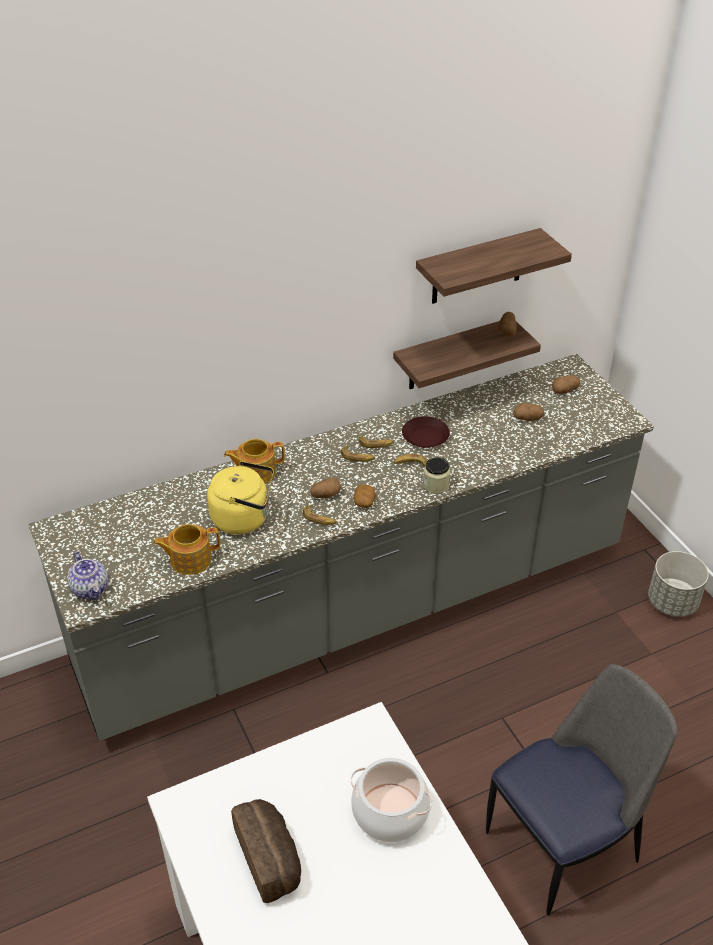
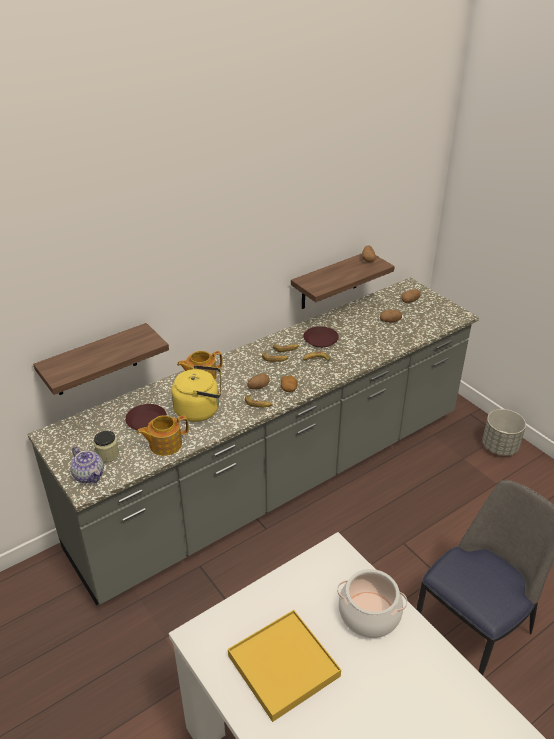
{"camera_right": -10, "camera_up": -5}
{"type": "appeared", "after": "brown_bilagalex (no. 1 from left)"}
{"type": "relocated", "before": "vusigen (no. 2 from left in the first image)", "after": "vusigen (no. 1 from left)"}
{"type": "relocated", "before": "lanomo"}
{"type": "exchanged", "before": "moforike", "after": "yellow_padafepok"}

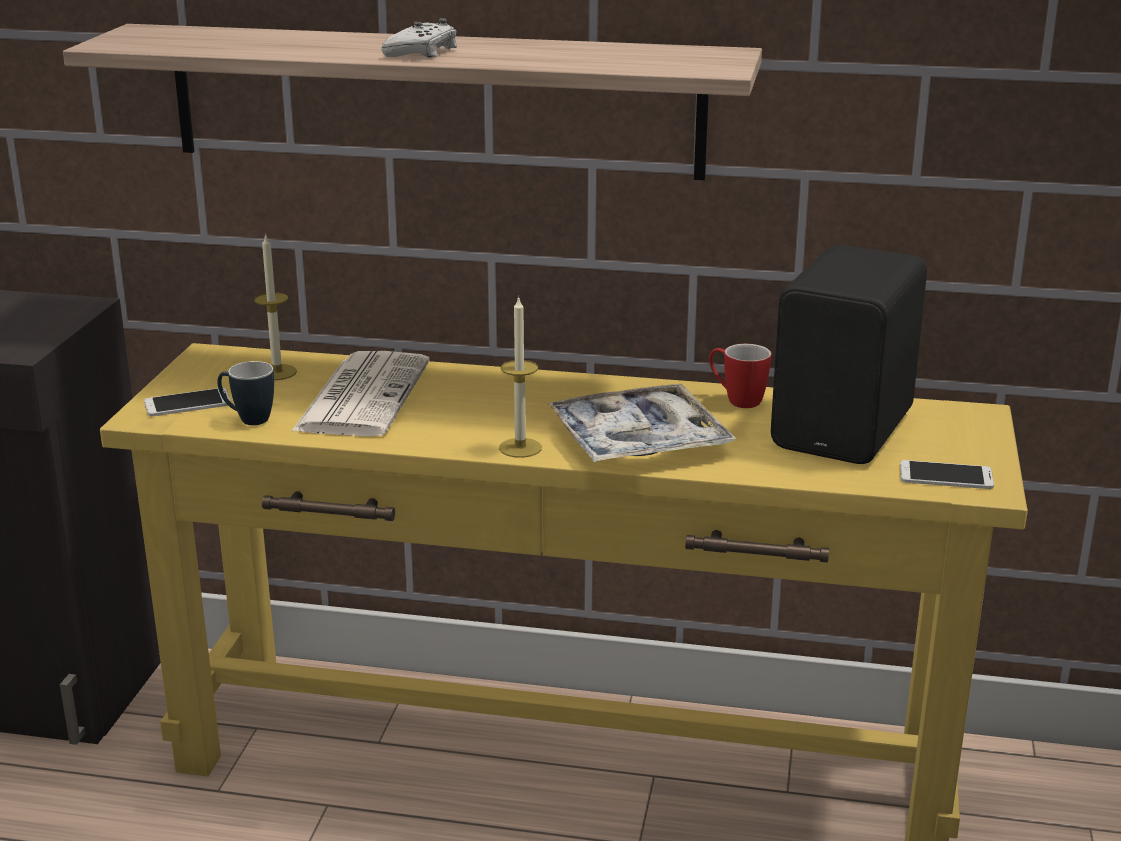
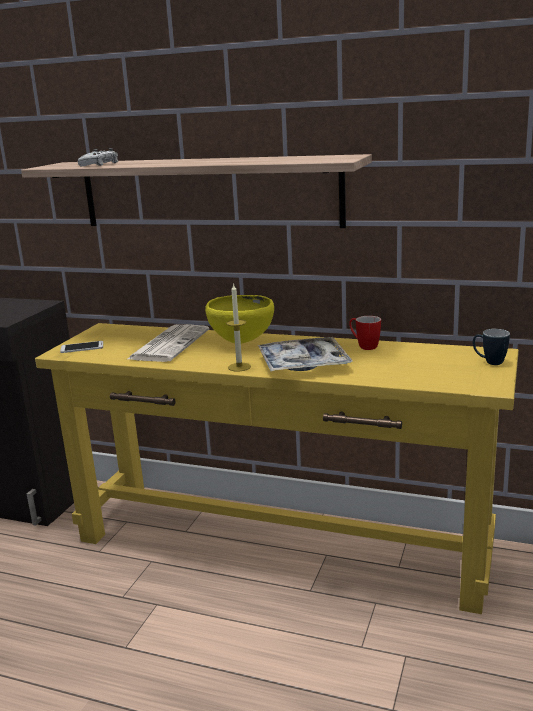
{"camera_right": 10, "camera_up": -5}
{"type": "missing", "before": "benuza (no. 1 from left)"}
{"type": "missing", "before": "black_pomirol"}
{"type": "missing", "before": "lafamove (no. 2 from left)"}
{"type": "appeared", "after": "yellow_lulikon"}
{"type": "relocated", "before": "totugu (no. 1 from left in the first image)", "after": "totugu (no. 2 from left)"}
{"type": "relocated", "before": "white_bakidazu"}

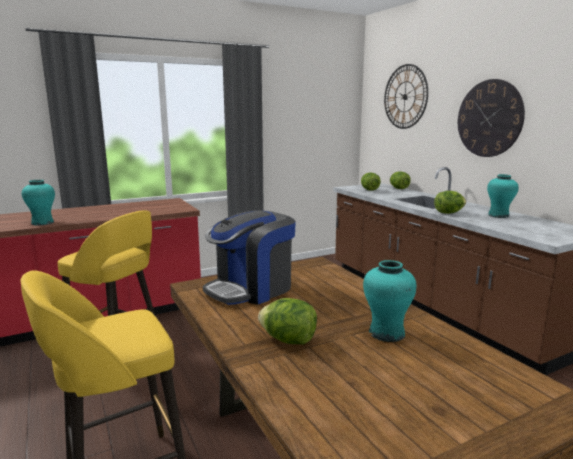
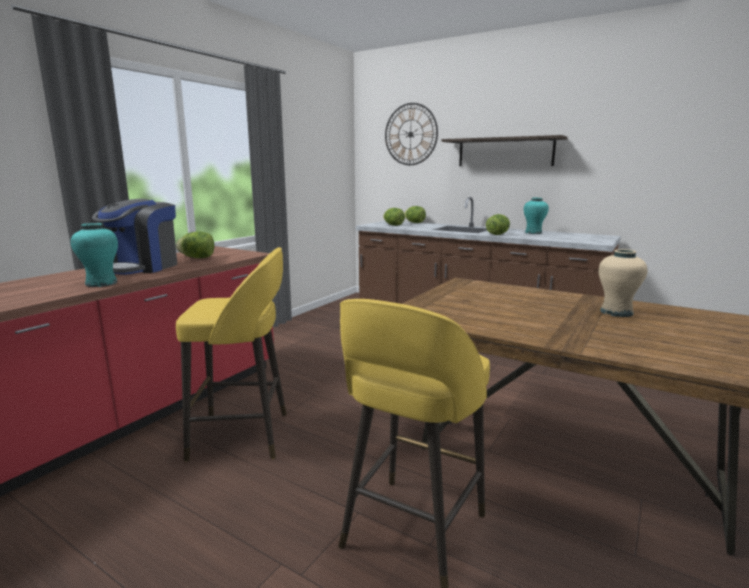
{"camera_right": -30, "camera_up": 0}
{"type": "relocated", "before": "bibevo"}
{"type": "relocated", "before": "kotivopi (no. 1 from left)"}
{"type": "exchanged", "before": "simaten (no. 2 from left)", "after": "vusigen"}
{"type": "colour", "before": "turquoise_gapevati (no. 2 from left)", "after": "beige_gapevati"}

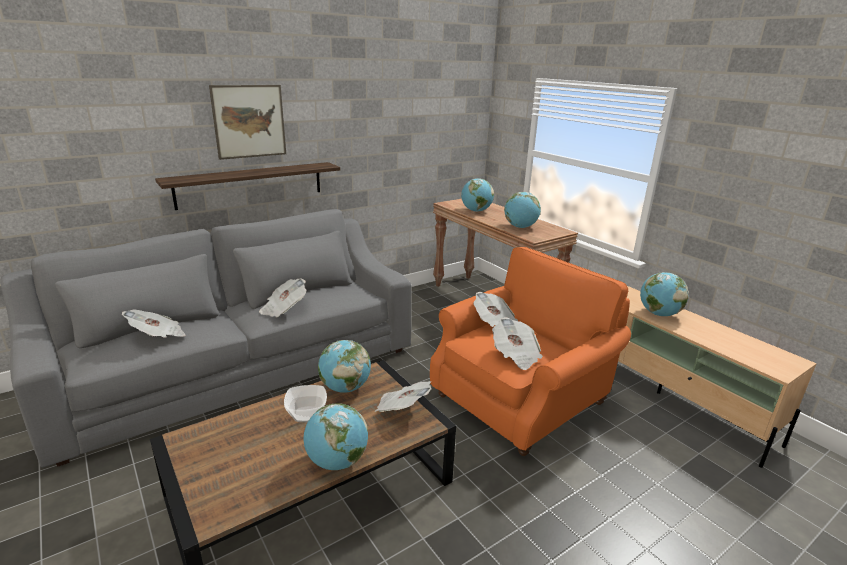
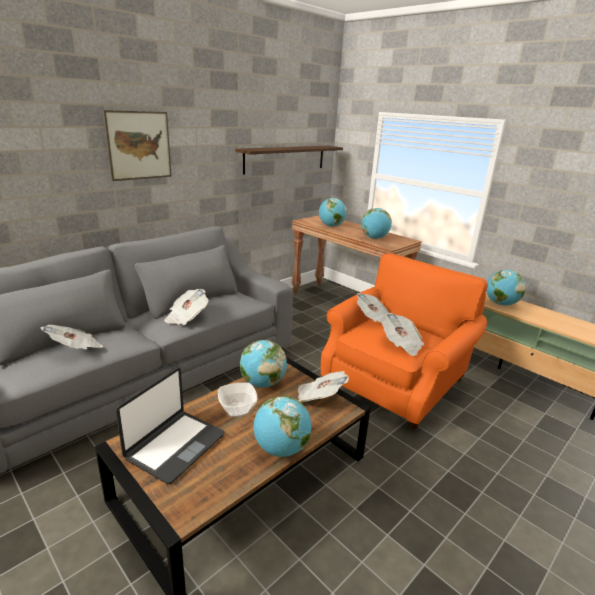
{"camera_right": -10, "camera_up": 0}
{"type": "appeared", "after": "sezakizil"}
{"type": "relocated", "before": "vusigen"}

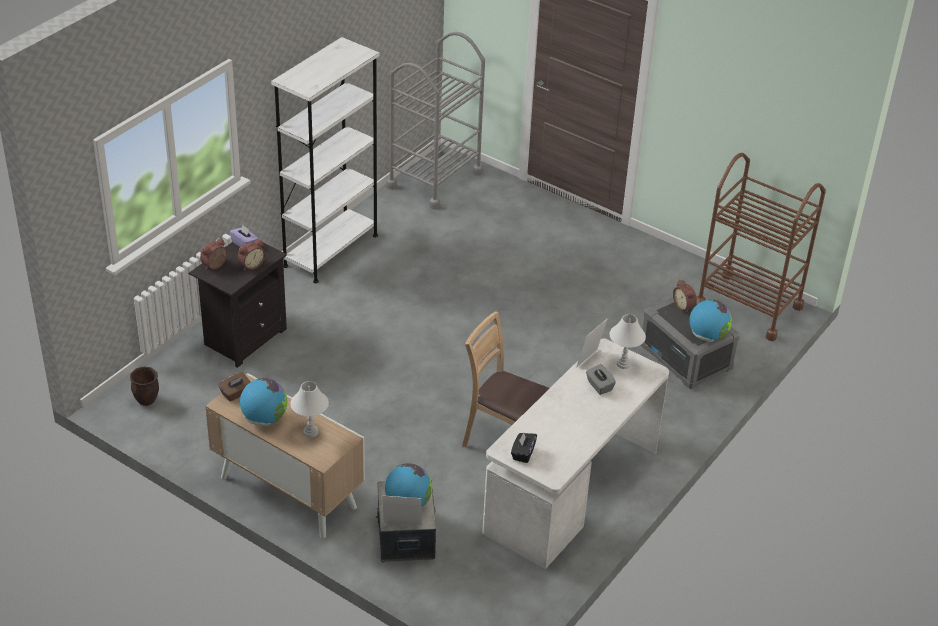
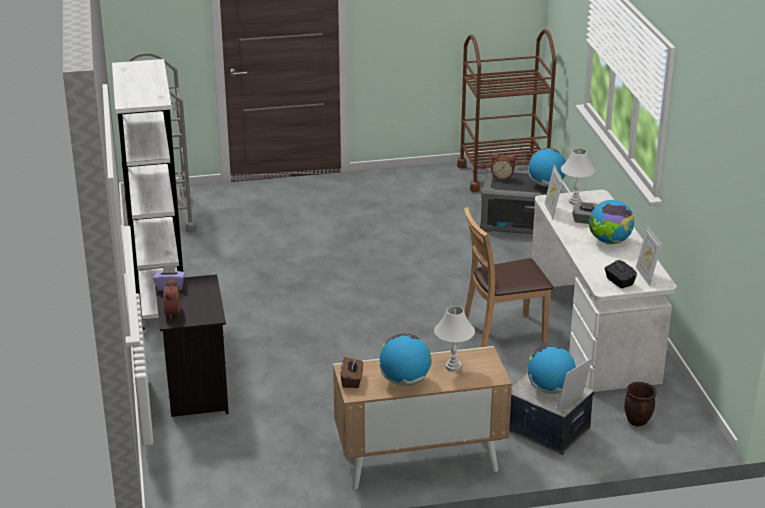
{"camera_right": -45, "camera_up": -10}
{"type": "missing", "before": "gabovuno (no. 2 from left)"}
{"type": "appeared", "after": "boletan (no. 4 from left)"}
{"type": "appeared", "after": "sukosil (no. 3 from left)"}
{"type": "relocated", "before": "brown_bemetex"}

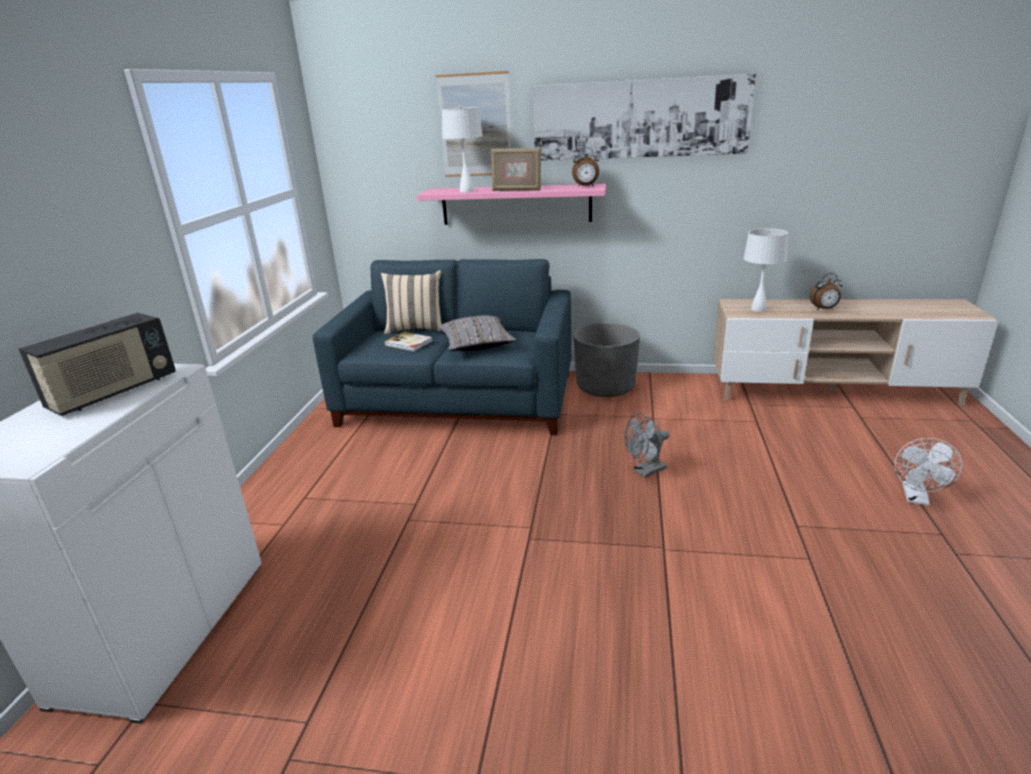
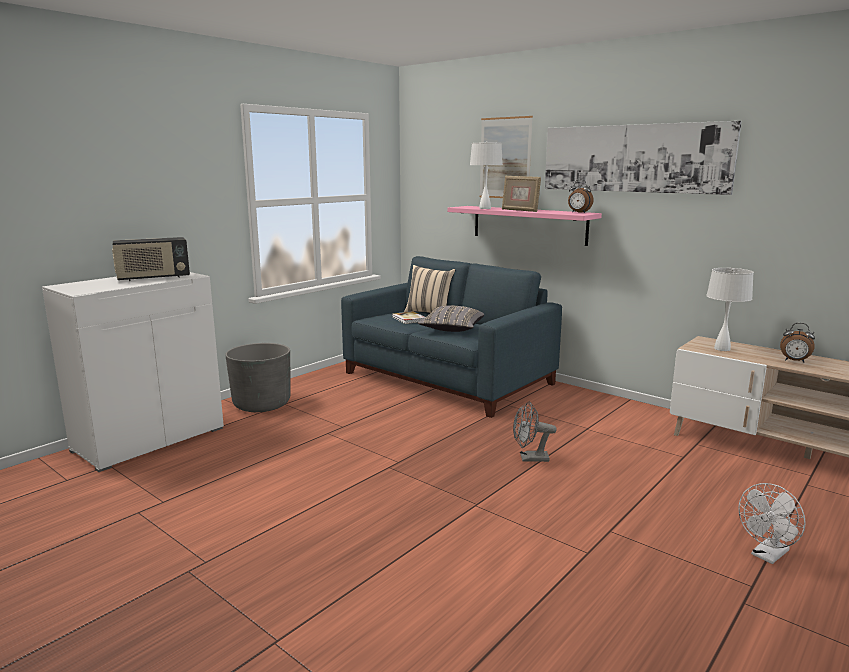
{"camera_right": 30, "camera_up": -10}
{"type": "relocated", "before": "grey_bemetex"}

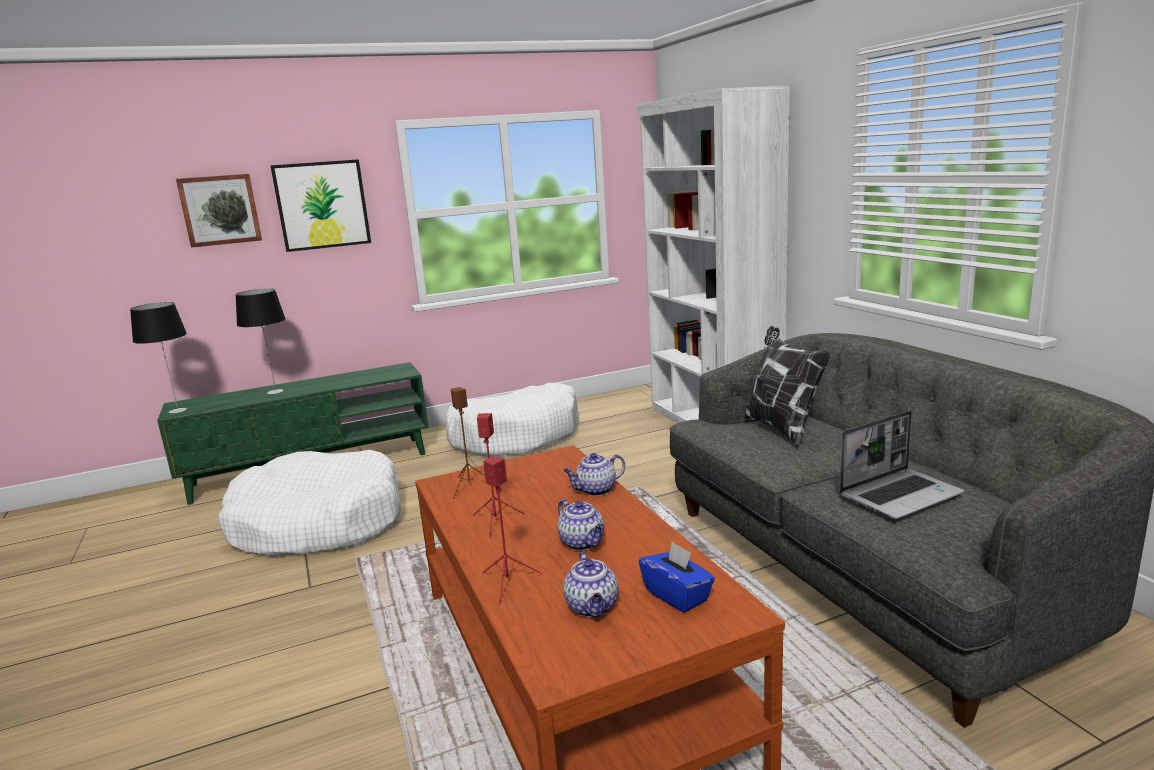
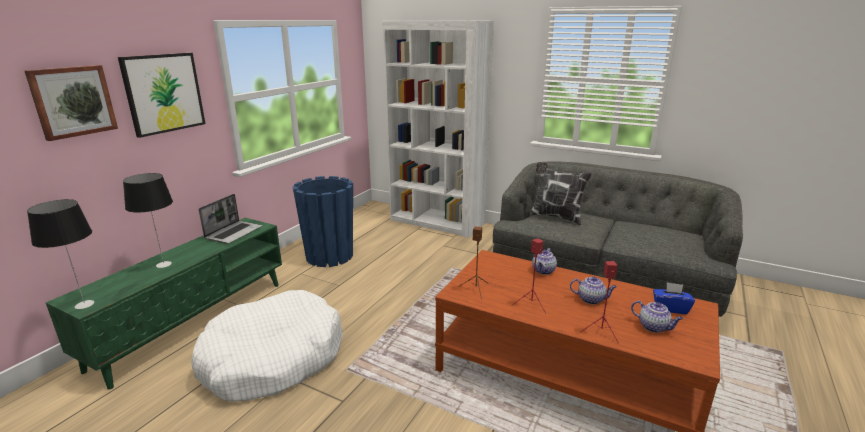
{"camera_right": -40, "camera_up": 5}
{"type": "relocated", "before": "sezakizil"}
{"type": "exchanged", "before": "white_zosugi (no. 2 from left)", "after": "blue_bemetex"}

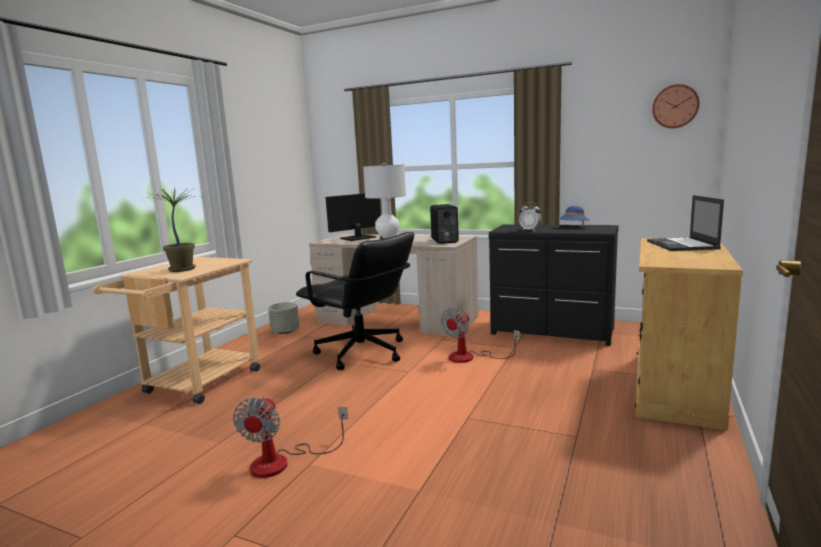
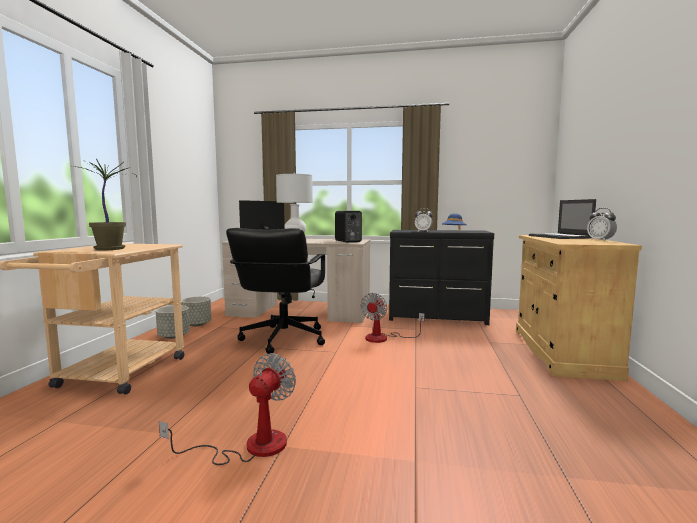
{"camera_right": -15, "camera_up": -5}
{"type": "missing", "before": "simaten"}
{"type": "appeared", "after": "grey_bemetex (no. 1 from left)"}
{"type": "appeared", "after": "gabovuno (no. 2 from left)"}
{"type": "spun", "before": "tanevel (no. 1 from left)", "turn": -150}
{"type": "spun", "before": "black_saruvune", "turn": 75}

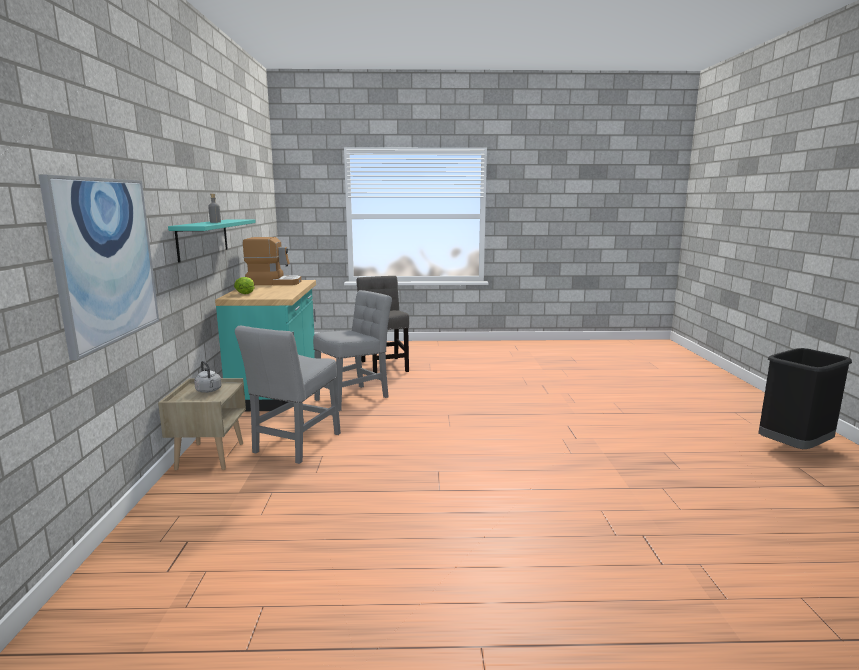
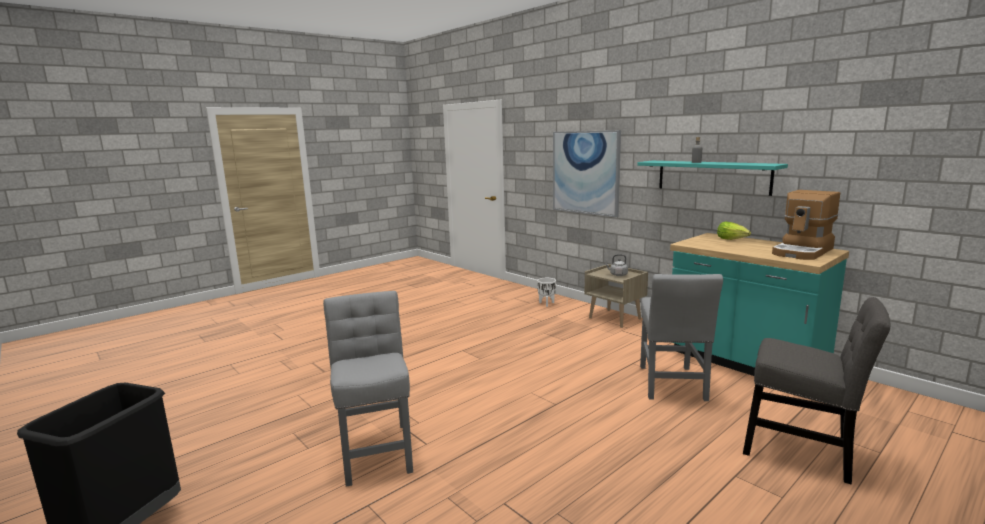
{"camera_right": 140, "camera_up": 0}
{"type": "appeared", "after": "white_bemetex"}
{"type": "relocated", "before": "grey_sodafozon (no. 1 from left)"}

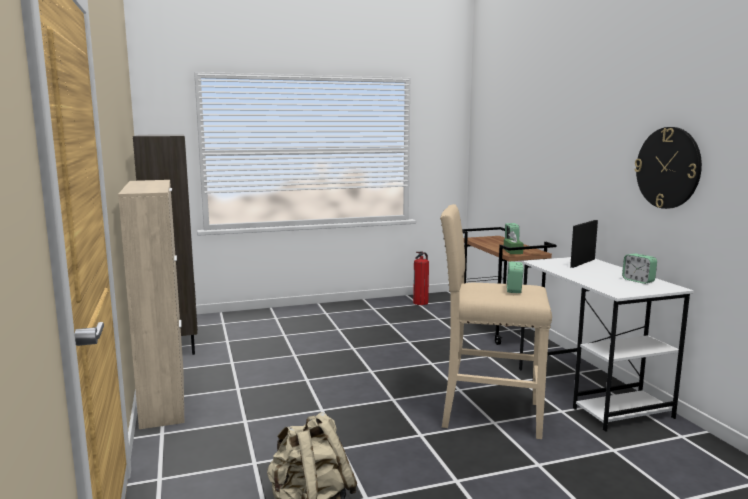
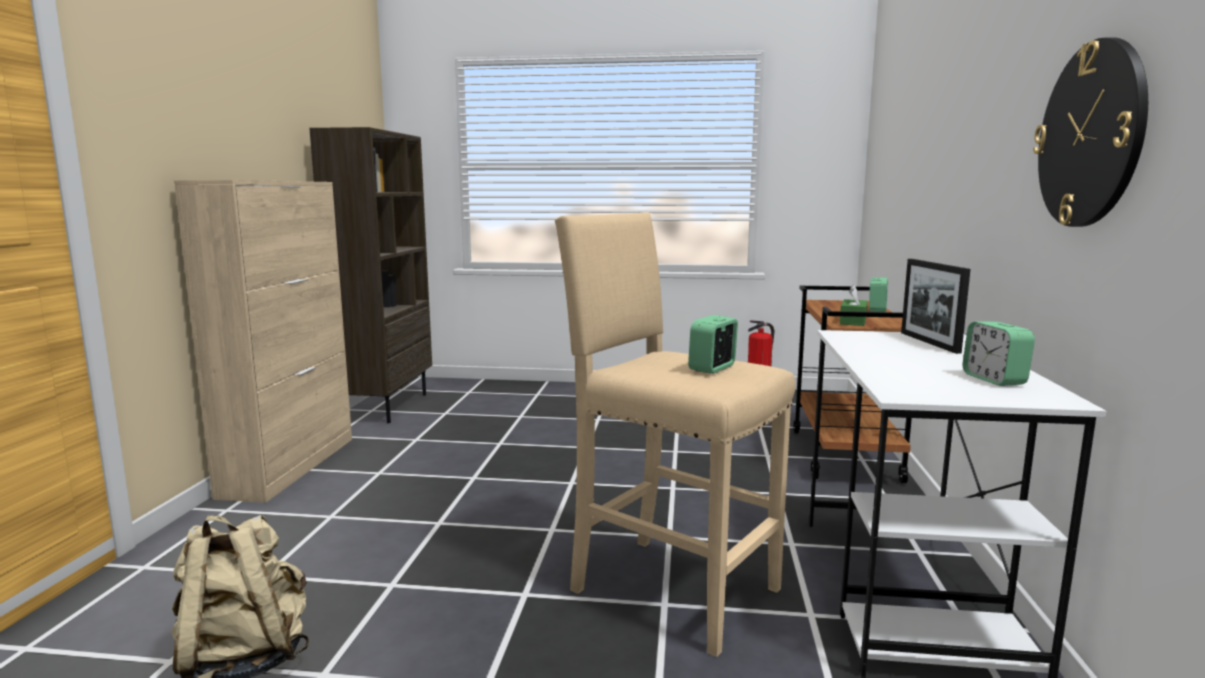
{"camera_right": 25, "camera_up": 0}
{"type": "spun", "before": "sukosil", "turn": -75}

